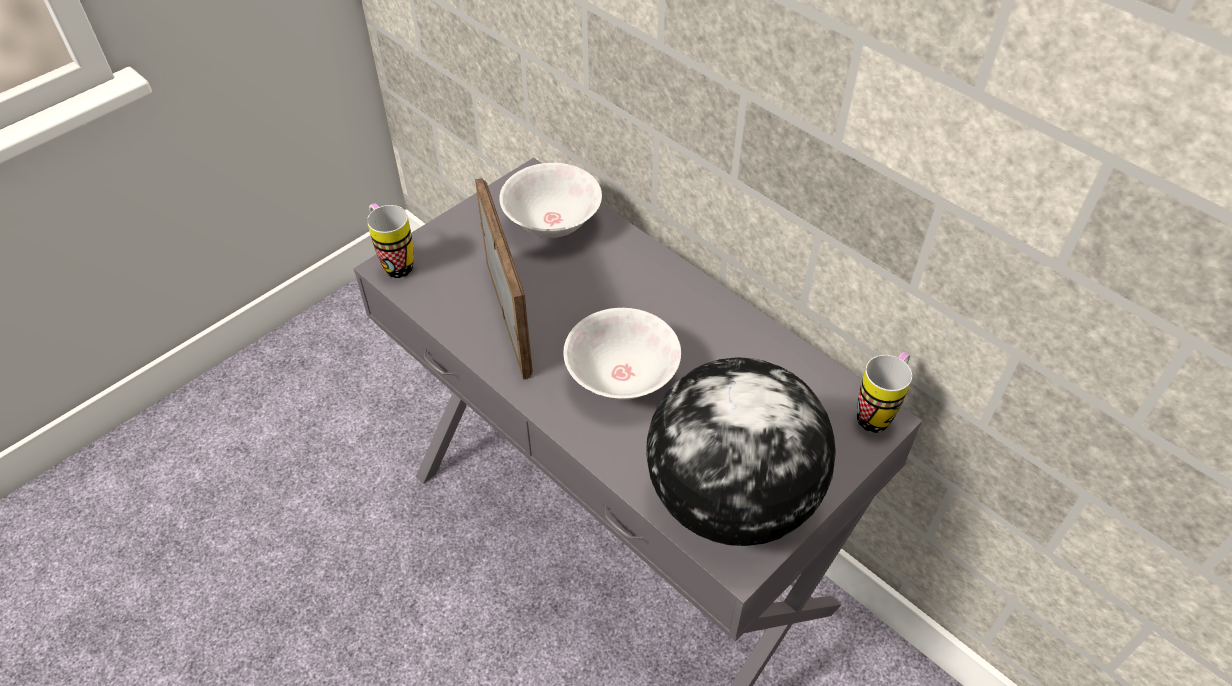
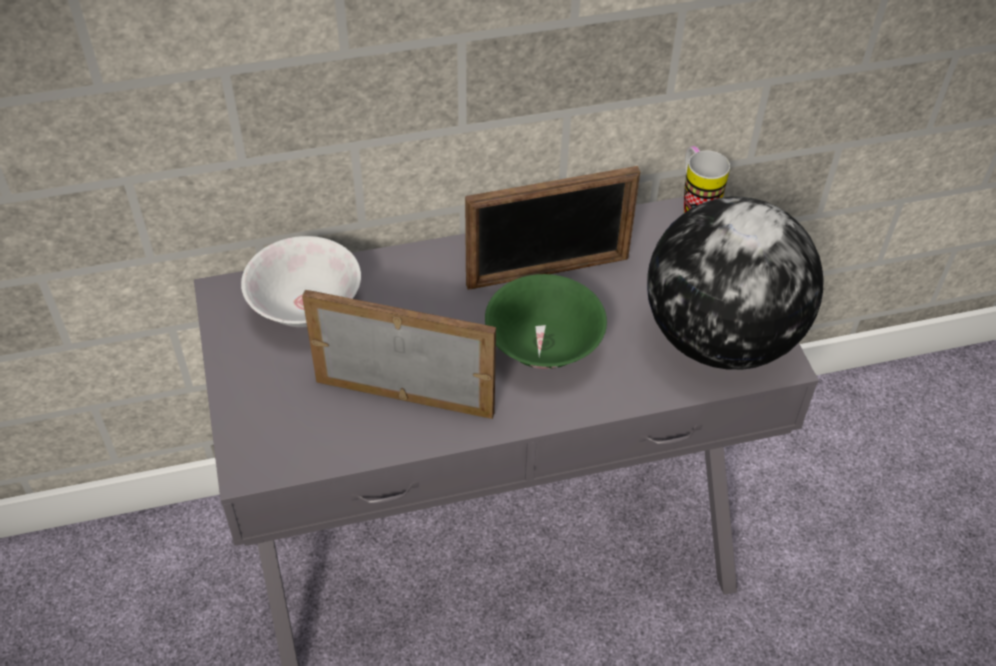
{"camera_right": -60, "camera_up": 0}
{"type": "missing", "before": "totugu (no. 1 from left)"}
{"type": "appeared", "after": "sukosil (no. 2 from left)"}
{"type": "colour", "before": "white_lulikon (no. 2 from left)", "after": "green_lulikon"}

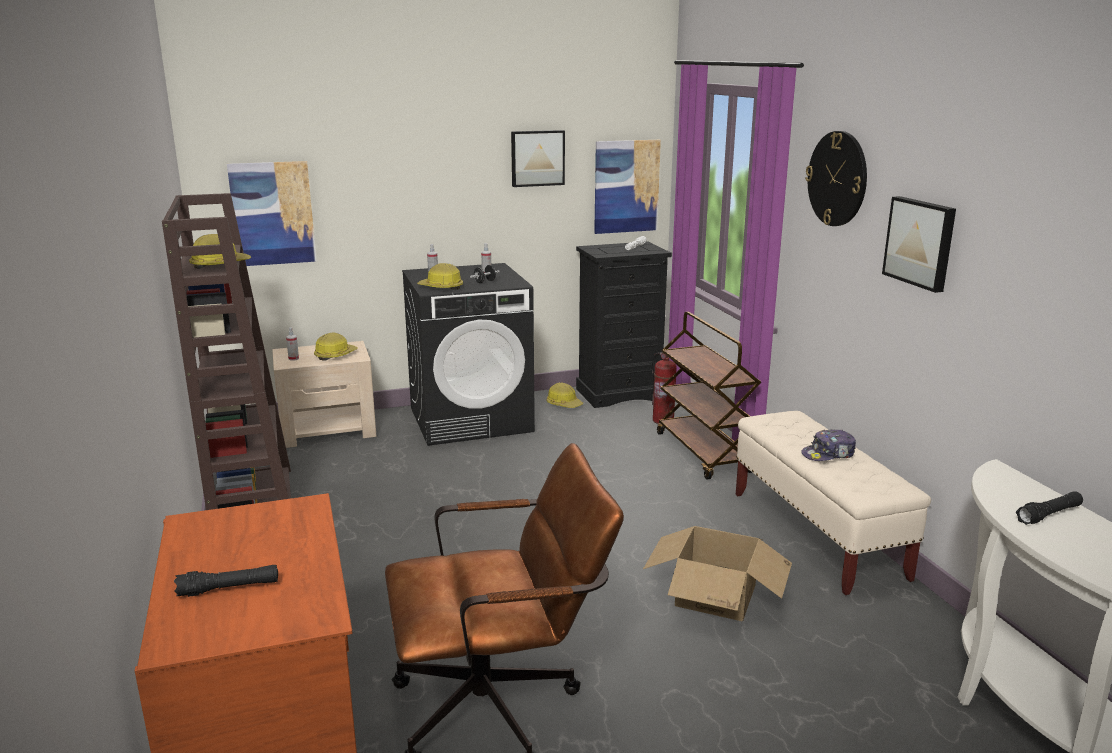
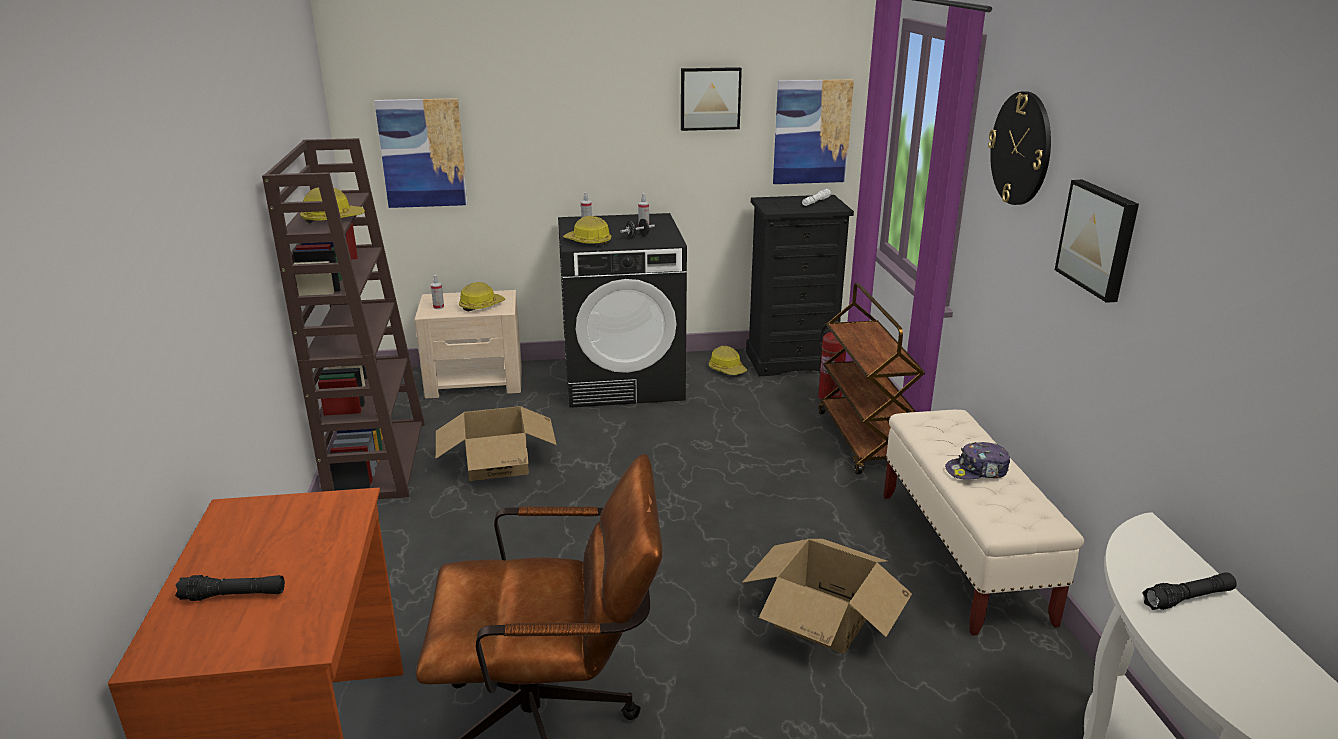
{"camera_right": 10, "camera_up": 5}
{"type": "appeared", "after": "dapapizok (no. 1 from left)"}

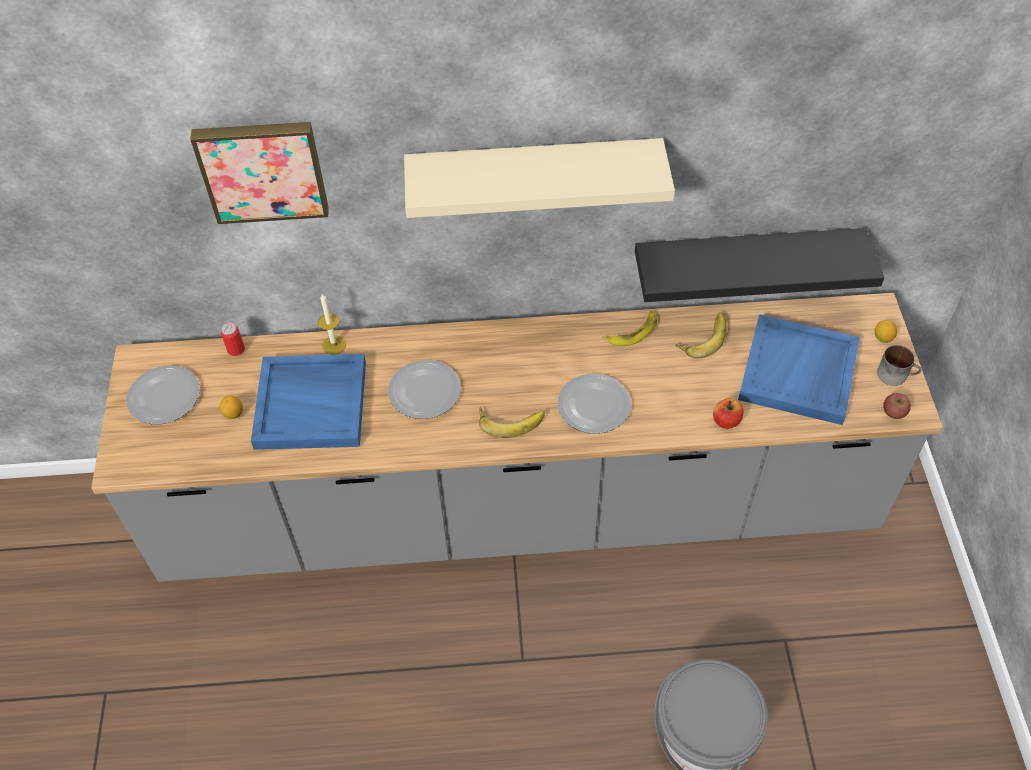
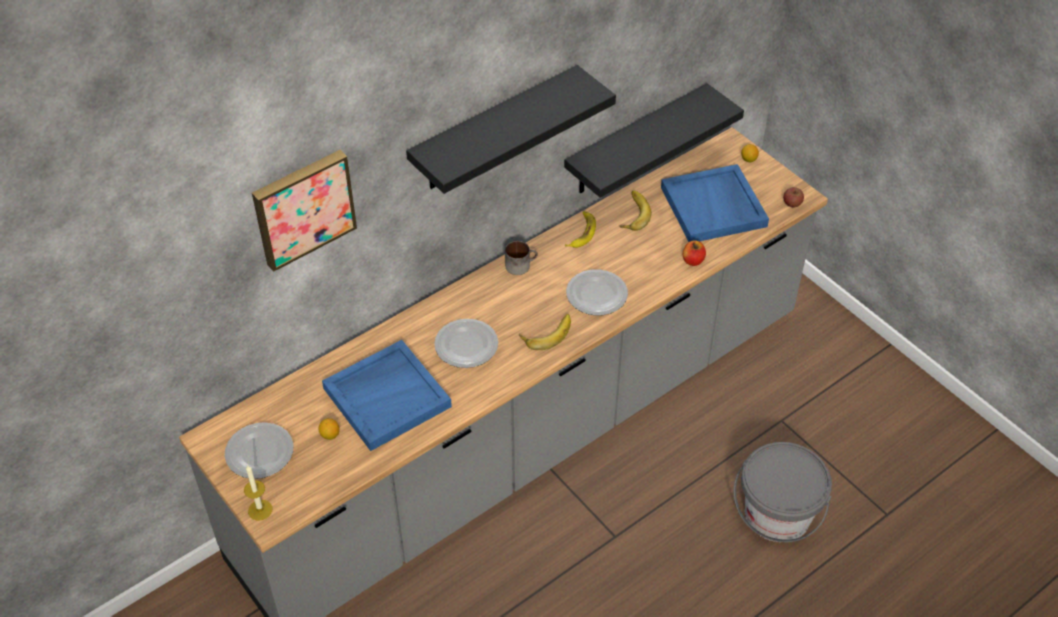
{"camera_right": -35, "camera_up": -5}
{"type": "missing", "before": "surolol"}
{"type": "relocated", "before": "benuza"}
{"type": "relocated", "before": "totugu"}
{"type": "colour", "before": "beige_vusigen", "after": "black_vusigen (no. 1 from left)"}

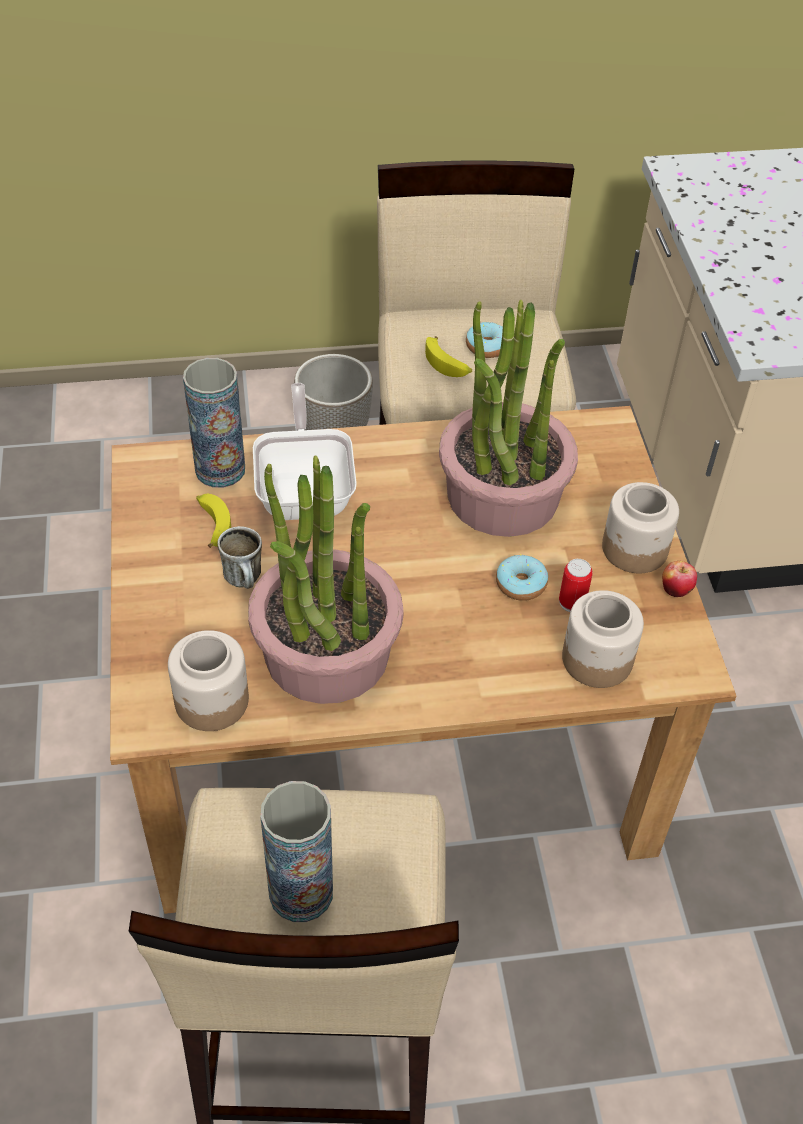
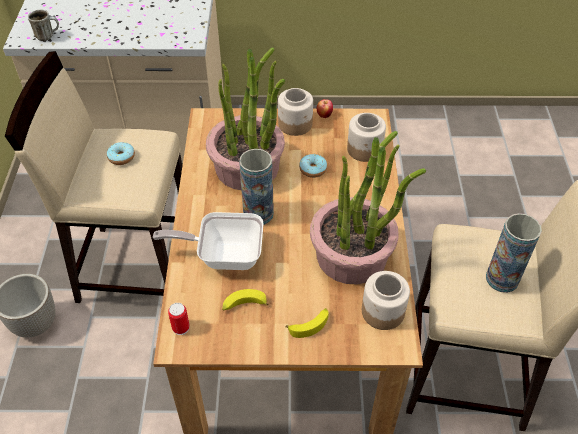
{"camera_right": -80, "camera_up": 0}
{"type": "relocated", "before": "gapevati (no. 1 from left)"}
{"type": "relocated", "before": "totugu"}
{"type": "relocated", "before": "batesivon (no. 2 from left)"}
{"type": "relocated", "before": "surolol"}

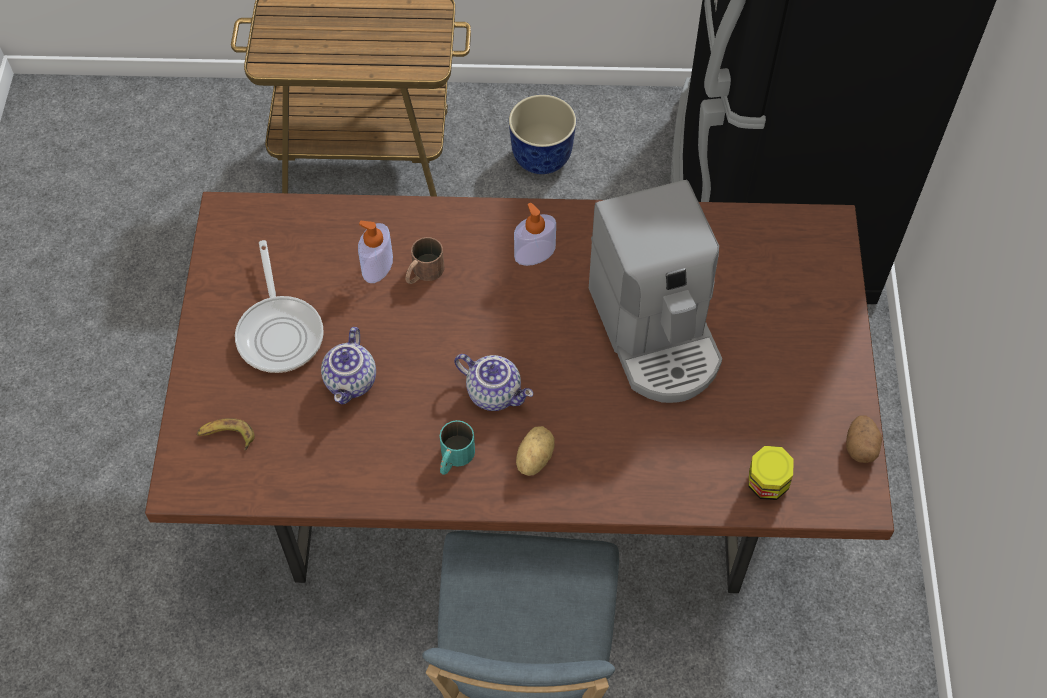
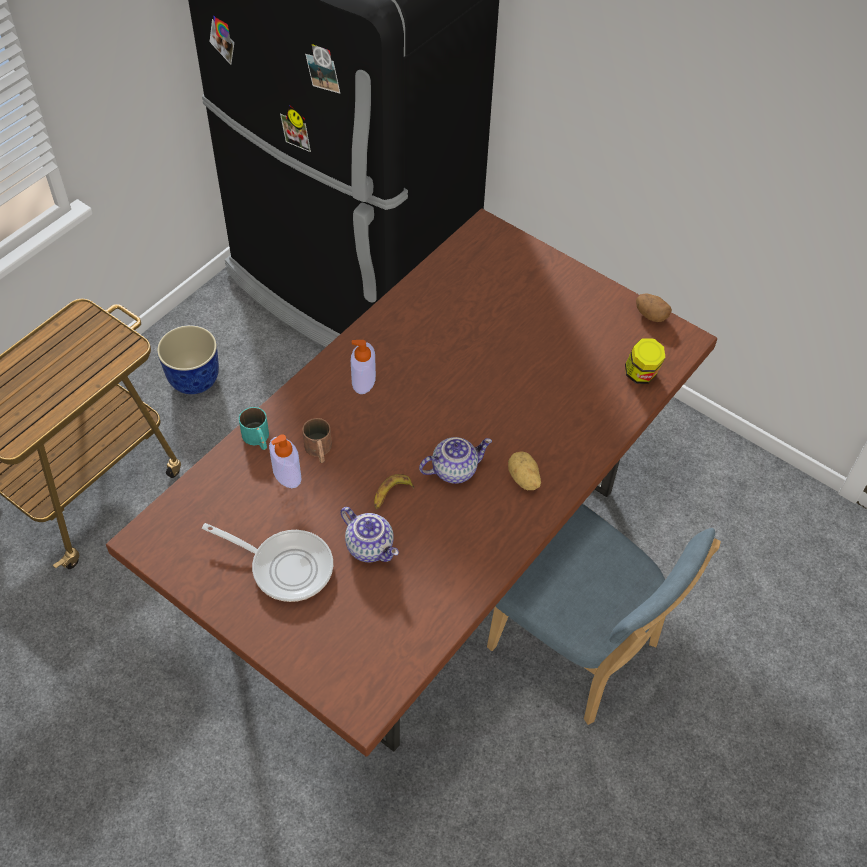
{"camera_right": -55, "camera_up": -5}
{"type": "missing", "before": "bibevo"}
{"type": "relocated", "before": "batesivon"}
{"type": "relocated", "before": "turquoise_totugu"}

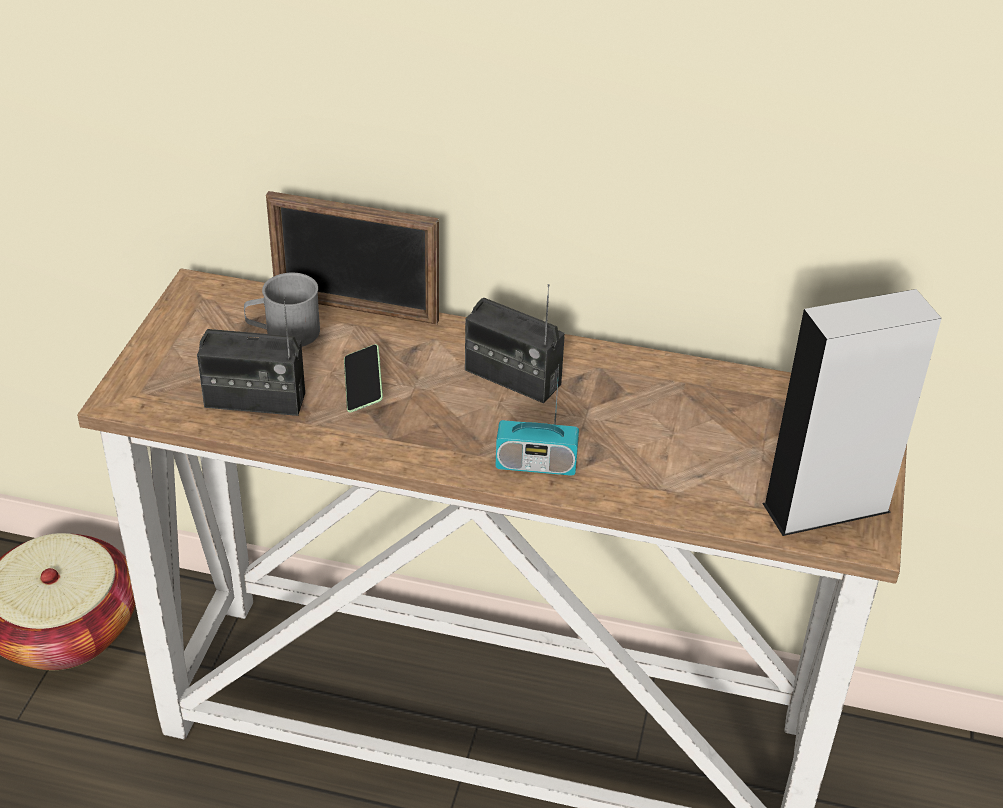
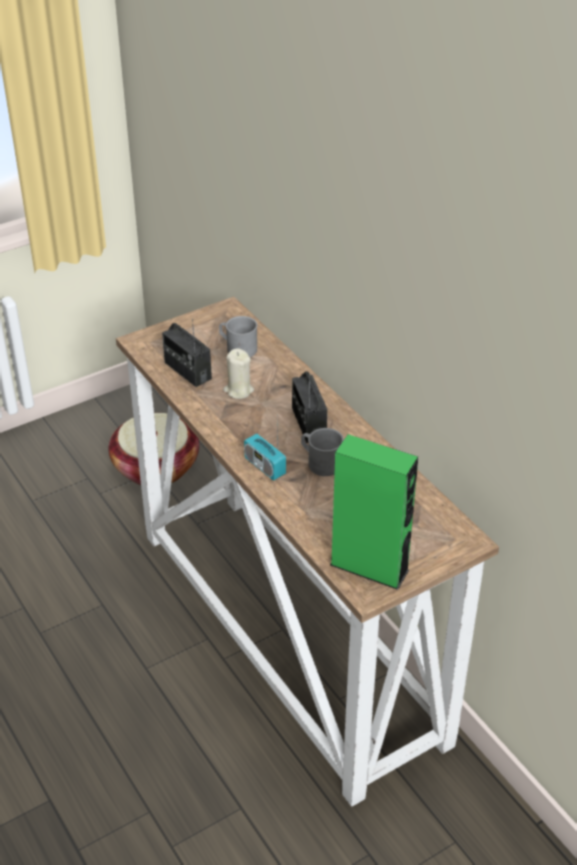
{"camera_right": 45, "camera_up": 0}
{"type": "missing", "before": "sukosil"}
{"type": "appeared", "after": "grey_totugu (no. 2 from left)"}
{"type": "exchanged", "before": "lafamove", "after": "beige_benuza"}
{"type": "colour", "before": "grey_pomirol", "after": "green_pomirol"}

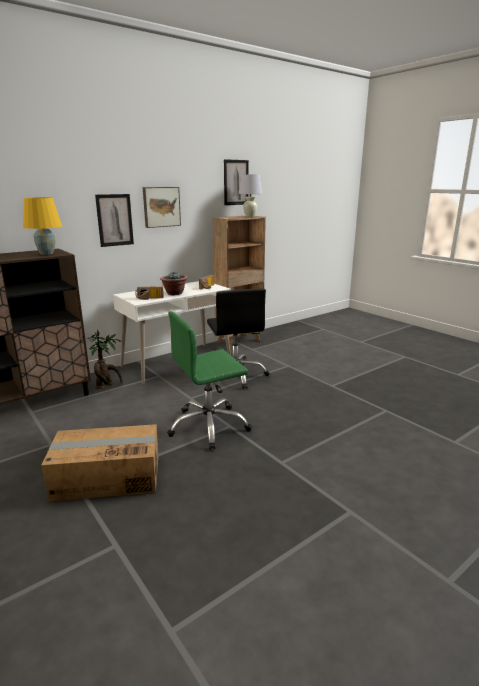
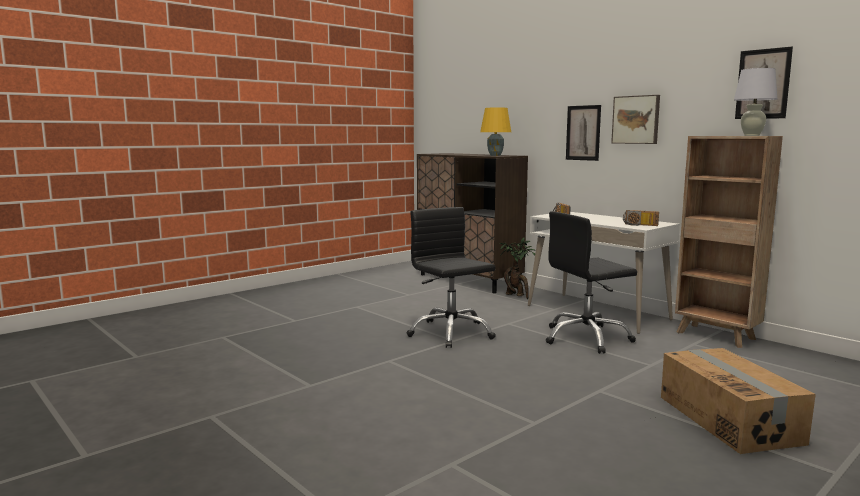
{"camera_right": 85, "camera_up": -10}
{"type": "missing", "before": "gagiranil (no. 2 from left)"}
{"type": "relocated", "before": "dapapizok"}
{"type": "colour", "before": "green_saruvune", "after": "black_saruvune (no. 1 from left)"}

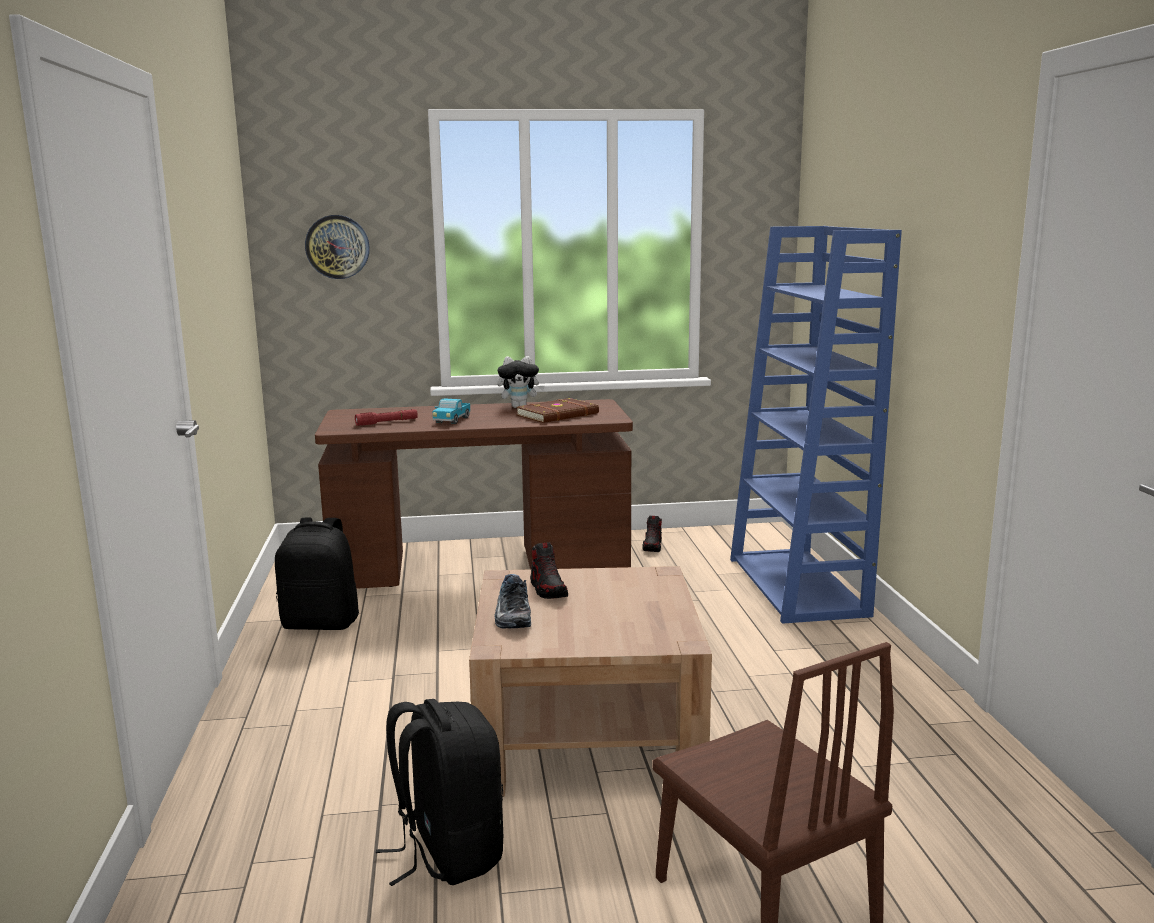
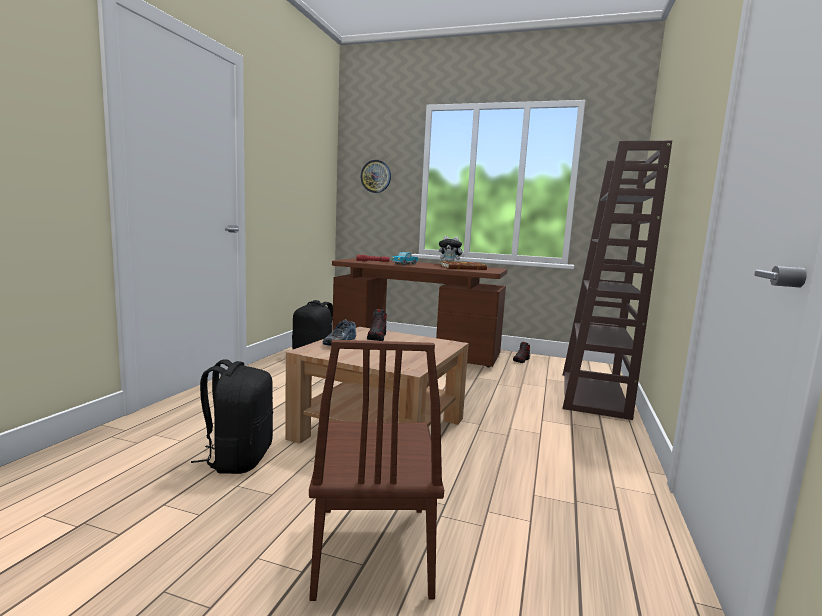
{"camera_right": 25, "camera_up": -5}
{"type": "colour", "before": "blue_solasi", "after": "brown_solasi"}

